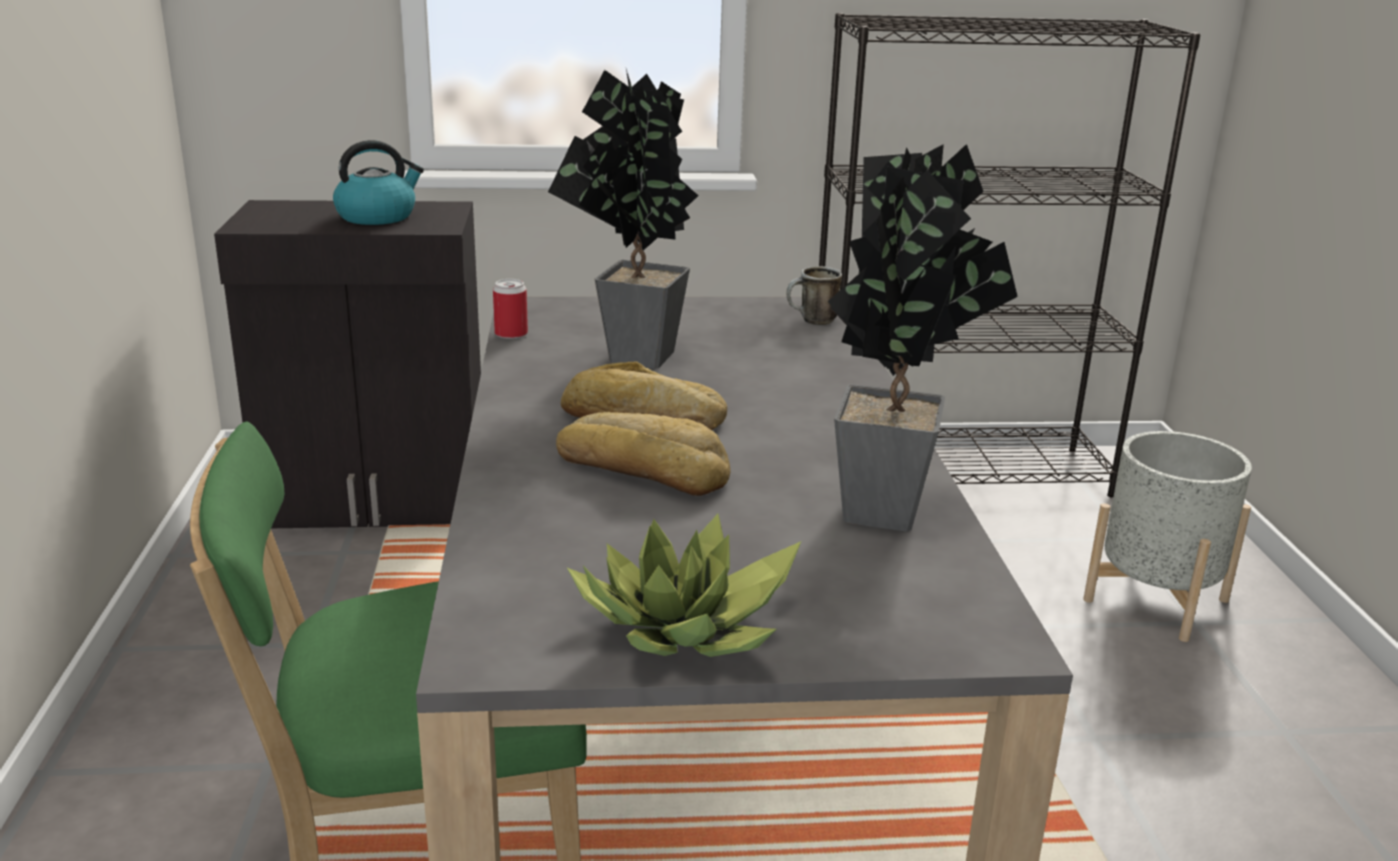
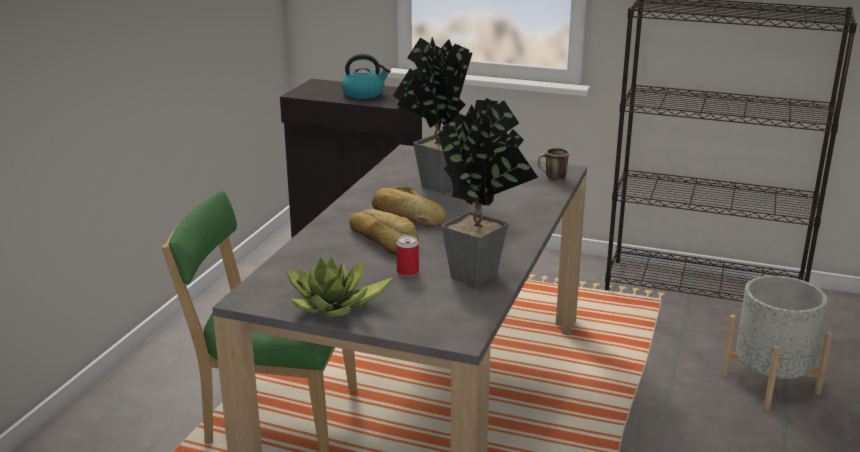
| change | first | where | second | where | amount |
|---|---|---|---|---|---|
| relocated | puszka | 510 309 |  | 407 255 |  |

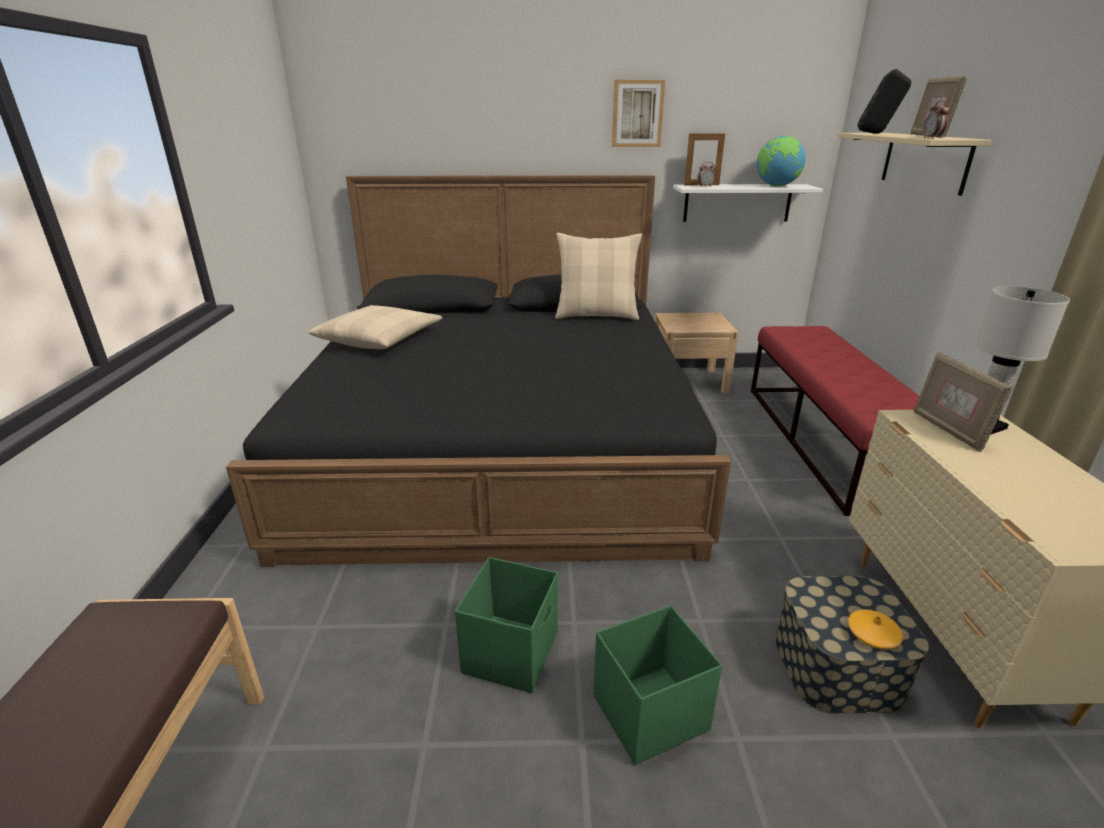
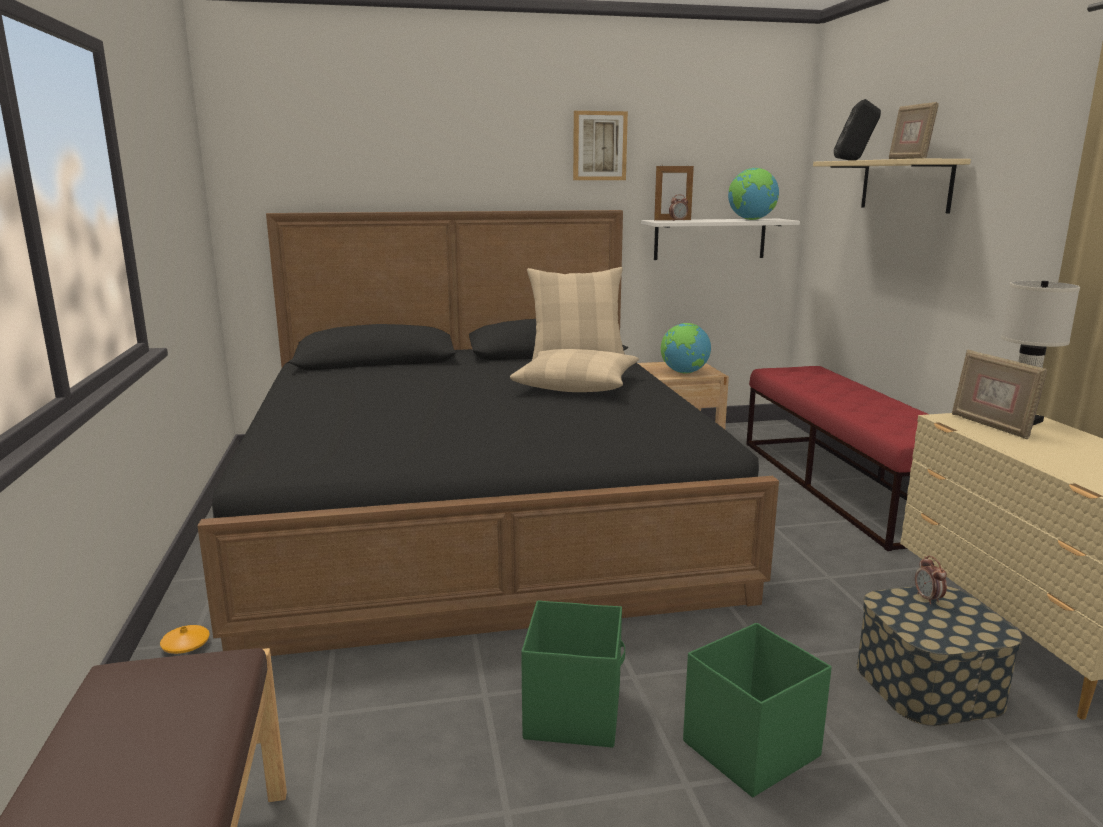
| change | first | where | second | where | amount |
|---|---|---|---|---|---|
| appeared |  |  | globus | 686 348 |  |
| relocated | poduszka/beżowy | 375 327 |  | 574 370 |  |
| relocated | wazon/pomarańczowy | 875 629 |  | 185 639 |  |
| relocated | budzik | 936 119 |  | 931 580 |  |

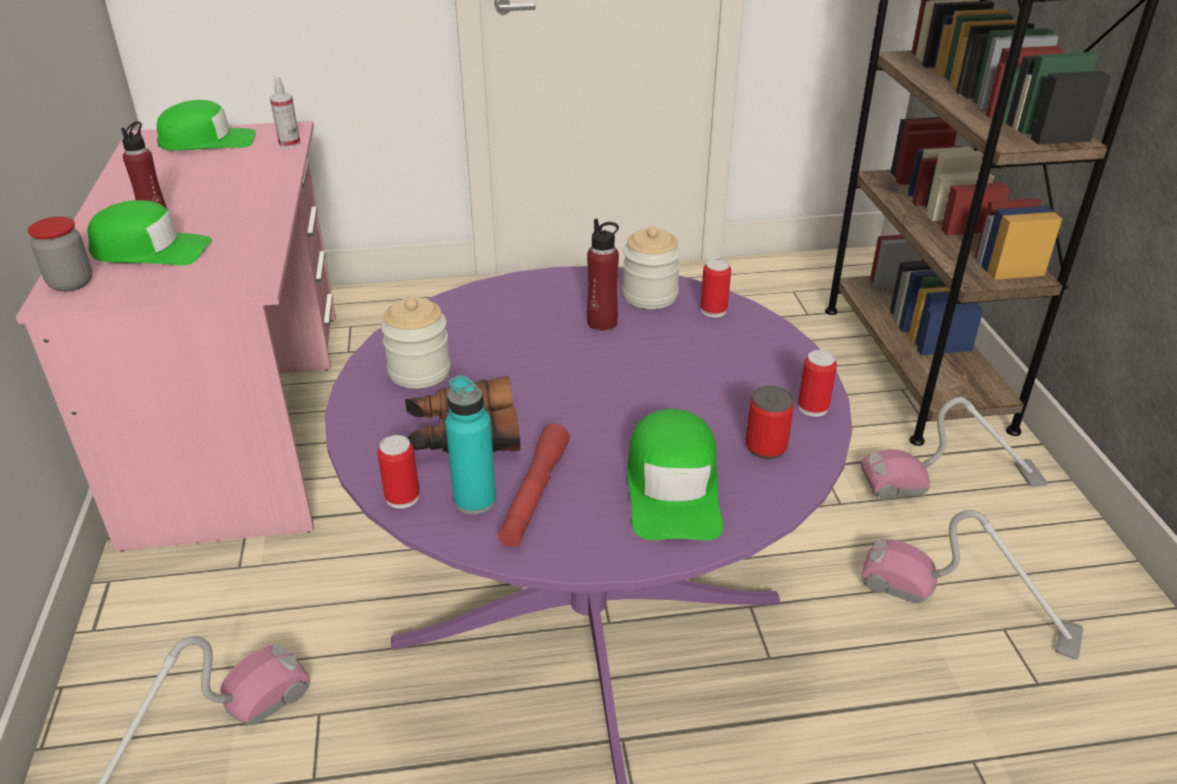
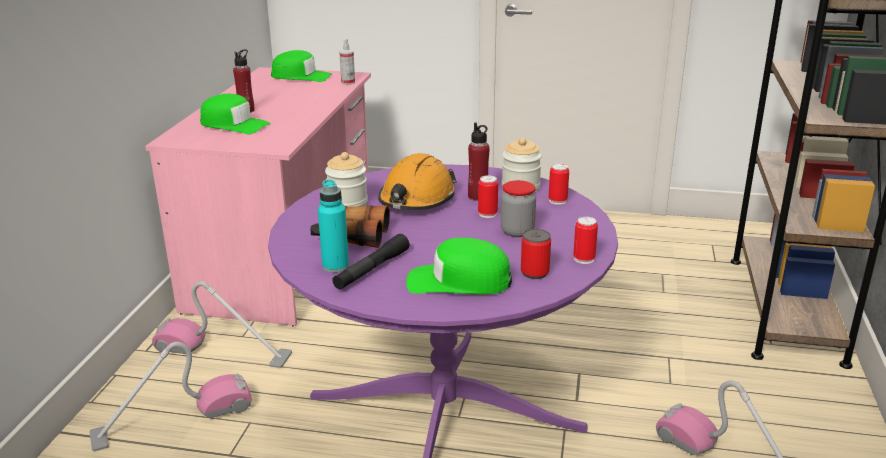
| change | first | where | second | where | amount |
|---|---|---|---|---|---|
| appeared |  |  | kask/pomarańczowy | 417 181 |  |
| relocated | słoik | 59 254 |  | 518 208 |  |
| relocated | puszka | 398 472 |  | 488 196 |  |
| relocated | odkurzacz | 954 448 |  | 222 324 |  |
| colour | latarka/czerwony | 534 485 | latarka/czarny | 371 262 |  |
| spun | czapka z daszkiem/zielony | 675 474 |  | 459 266 | 75 degrees clockwise |

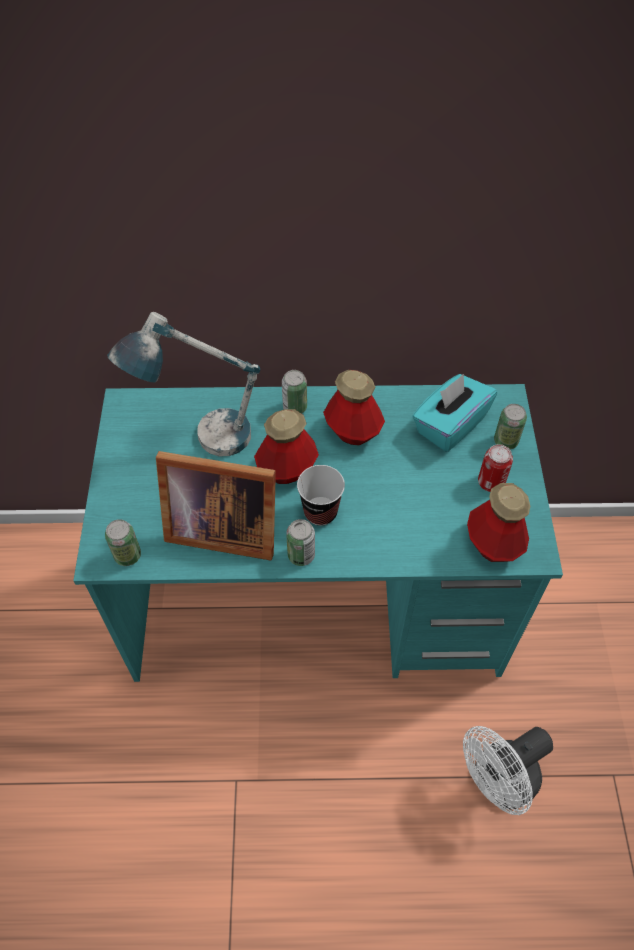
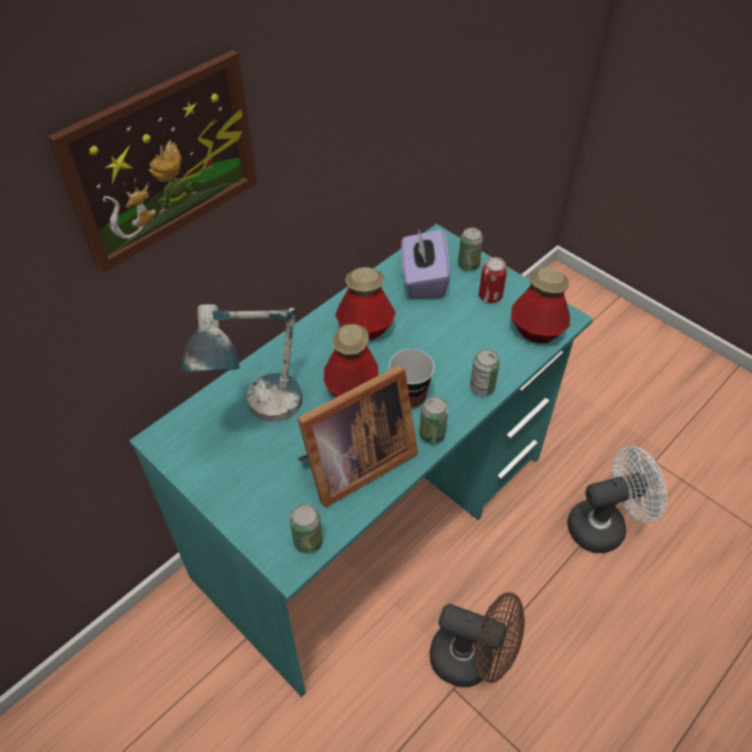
| change | first | where | second | where | amount |
|---|---|---|---|---|---|
| appeared |  |  | obraz | 152 162 |  |
| appeared |  |  | wentylator/brązowy | 477 639 |  |
| relocated | puszka | 294 392 |  | 485 372 |  |
| colour | pudełko chusteczek/turkusowy | 454 413 | pudełko chusteczek/fioletowy | 425 264 |  |
| spun | wentylator/biały | 508 770 |  | 617 499 | 120 degrees counterclockwise |

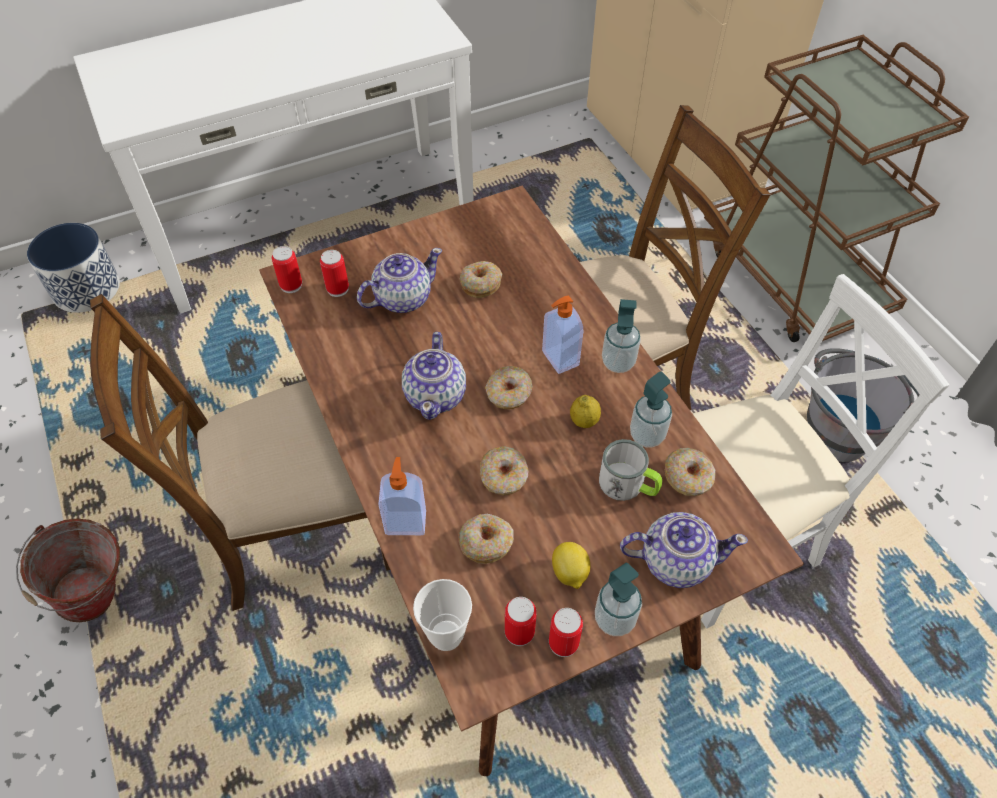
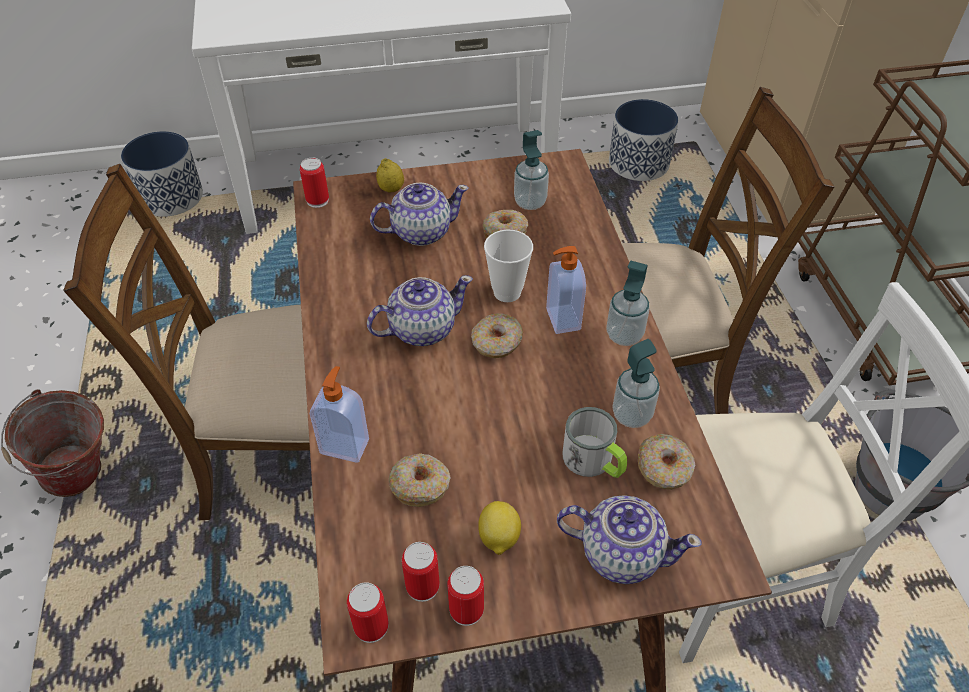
| change | first | where | second | where | amount |
|---|---|---|---|---|---|
| missing | donut | 504 471 |  |  |  |
| appeared |  |  | donica | 643 140 |  |
| relocated | puszka | 334 273 |  | 368 612 |  |
| relocated | filiżanka | 442 615 |  | 508 266 |  |
| relocated | cytryna | 585 411 |  | 390 175 |  |
| relocated | dozownik mydła | 618 599 |  | 531 170 |  |
| spun | imbryk | 434 376 |  | 420 310 | 135 degrees counterclockwise |

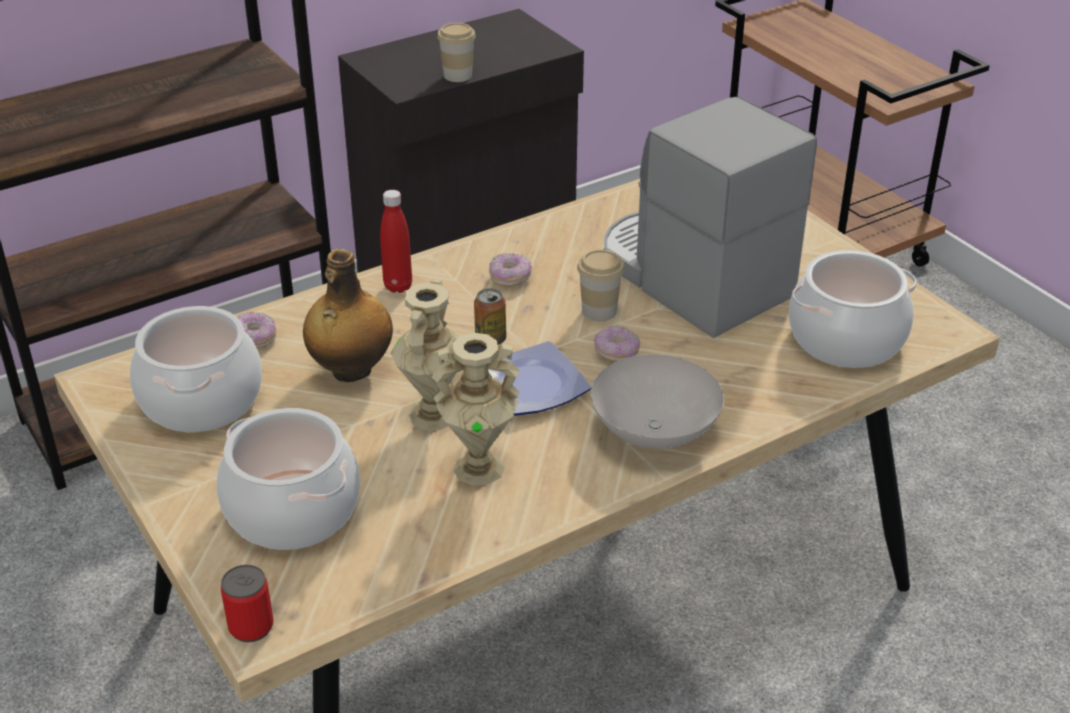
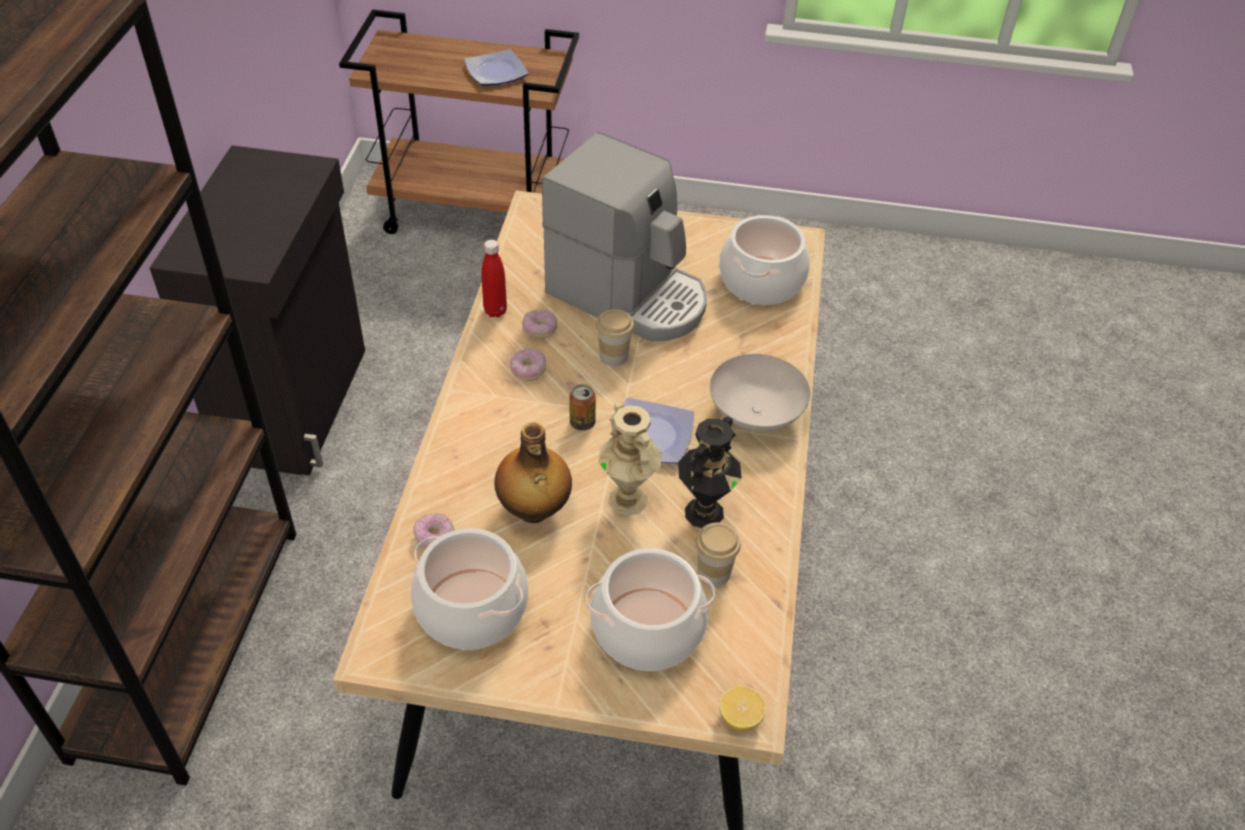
| change | first | where | second | where | amount |
|---|---|---|---|---|---|
| appeared |  |  | talerz | 496 67 |  |
| relocated | butelka/czerwony | 396 241 |  | 494 278 |  |
| relocated | filiżanka | 456 52 |  | 718 555 |  |
| relocated | donut | 617 343 |  | 539 324 |  |
| exchanged | puszka | 247 603 | cytryna | 742 708 |  |
| colour | wazon/beżowy | 476 409 | wazon/czarny | 710 472 |  |
| spun | ekspres do kawy | 710 217 |  | 624 237 | 150 degrees counterclockwise |

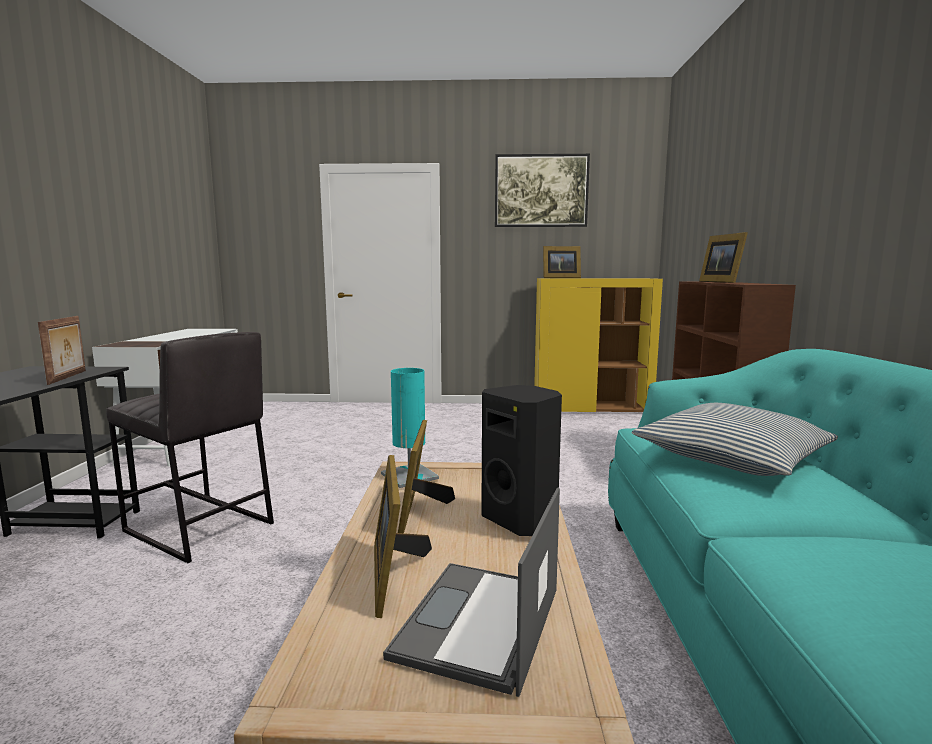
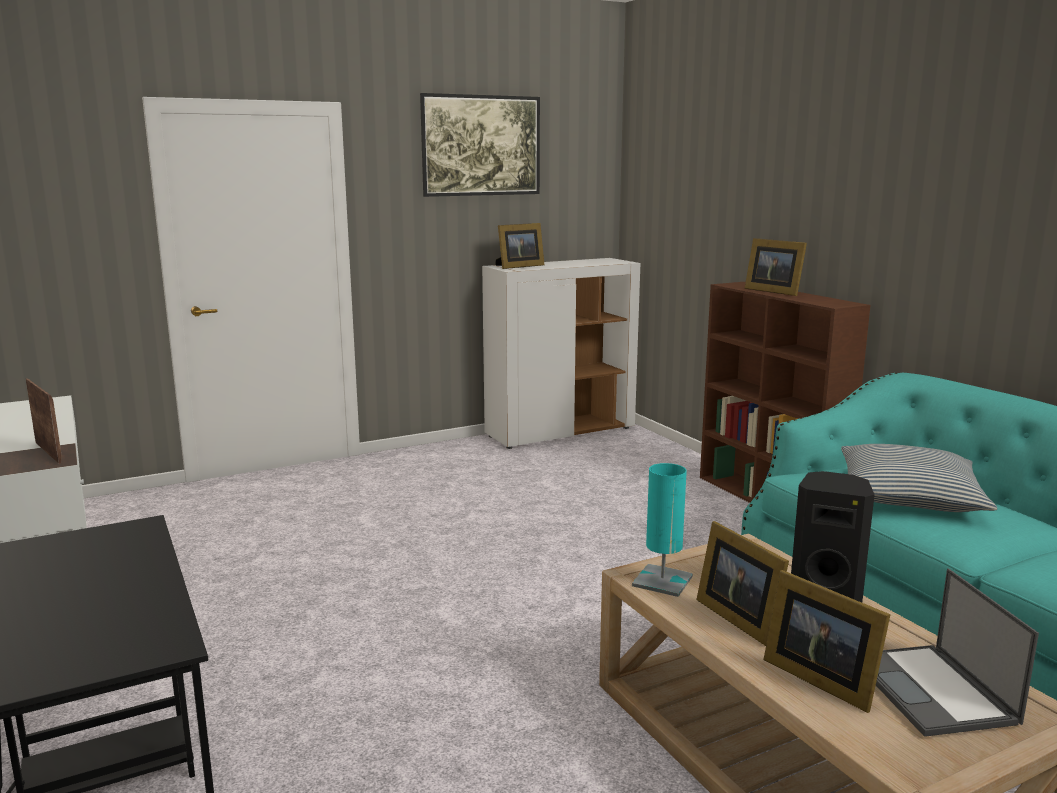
| change | first | where | second | where | amount |
|---|---|---|---|---|---|
| missing | stołek/szary | 190 447 |  |  |  |
| relocated | ramka na zdjęcie | 62 350 |  | 43 421 |  |
| colour | szafka/żółty | 598 345 | szafka/biały | 561 353 |  |

